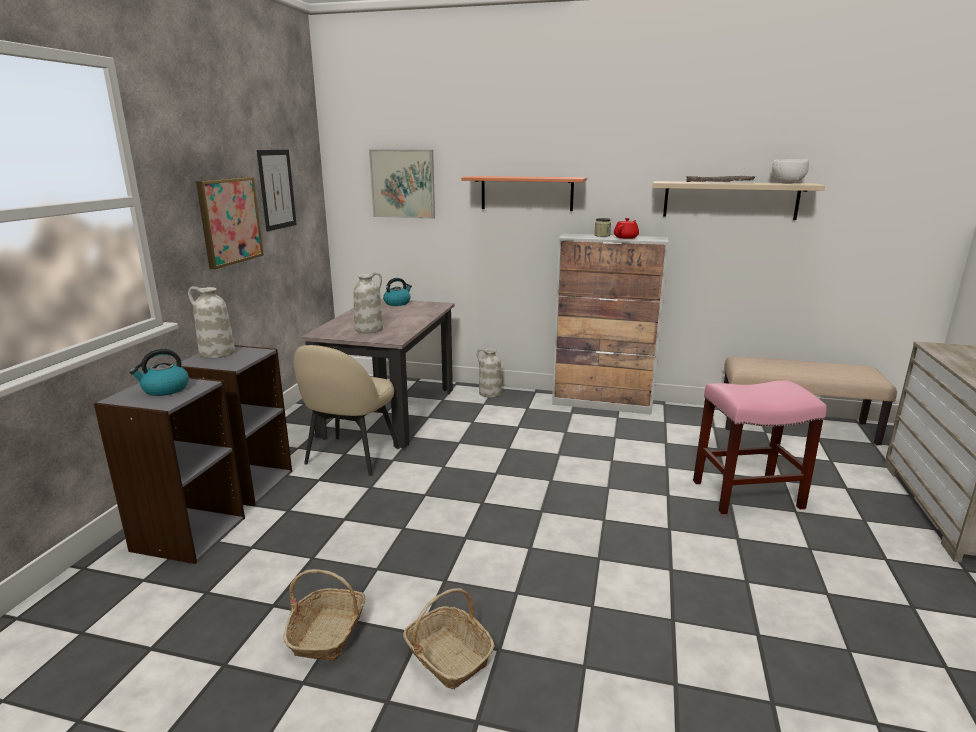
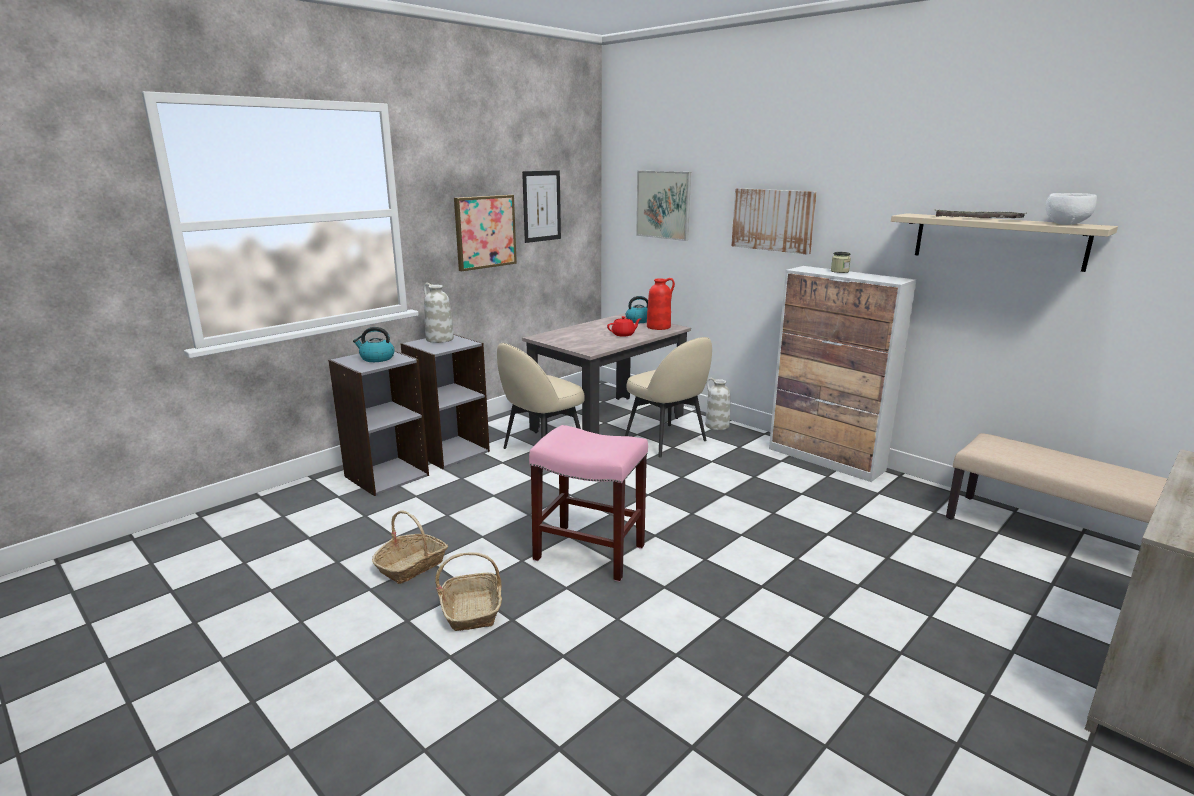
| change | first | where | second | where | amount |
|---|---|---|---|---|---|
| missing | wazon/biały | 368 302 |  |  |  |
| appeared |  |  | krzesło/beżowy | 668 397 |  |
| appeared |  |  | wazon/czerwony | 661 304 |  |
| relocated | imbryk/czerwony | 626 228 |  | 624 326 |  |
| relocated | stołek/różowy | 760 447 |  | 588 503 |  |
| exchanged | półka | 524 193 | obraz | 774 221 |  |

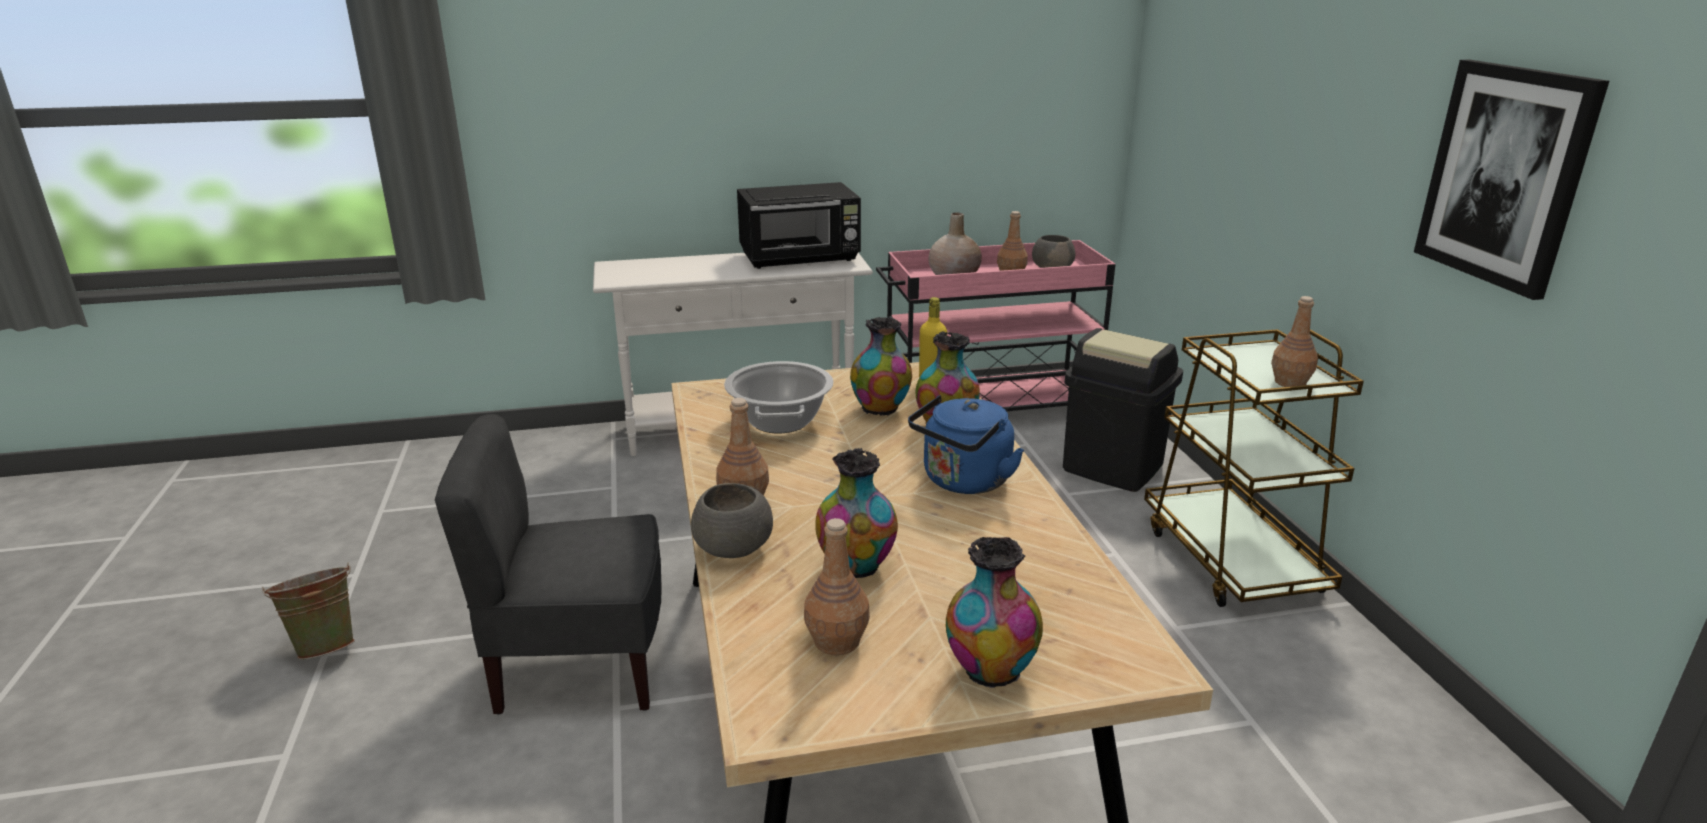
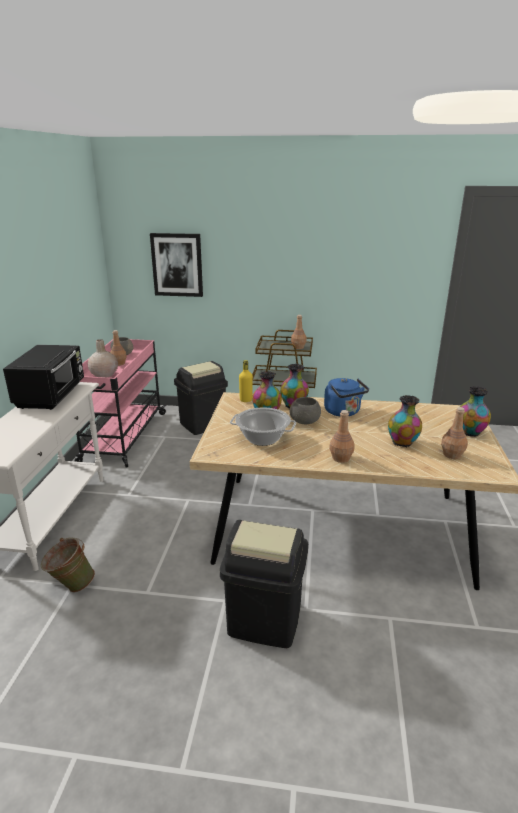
| change | first | where | second | where | amount |
|---|---|---|---|---|---|
| relocated | wiadro/zielony | 308 611 |  | 68 565 |  |
| relocated | miska/szary | 732 520 |  | 305 410 |  |
| relocated | obraz | 1511 180 |  | 176 265 |  |
| exchanged | krzesło/szary | 548 564 | kosz na śmieci/czarny | 264 584 |  |

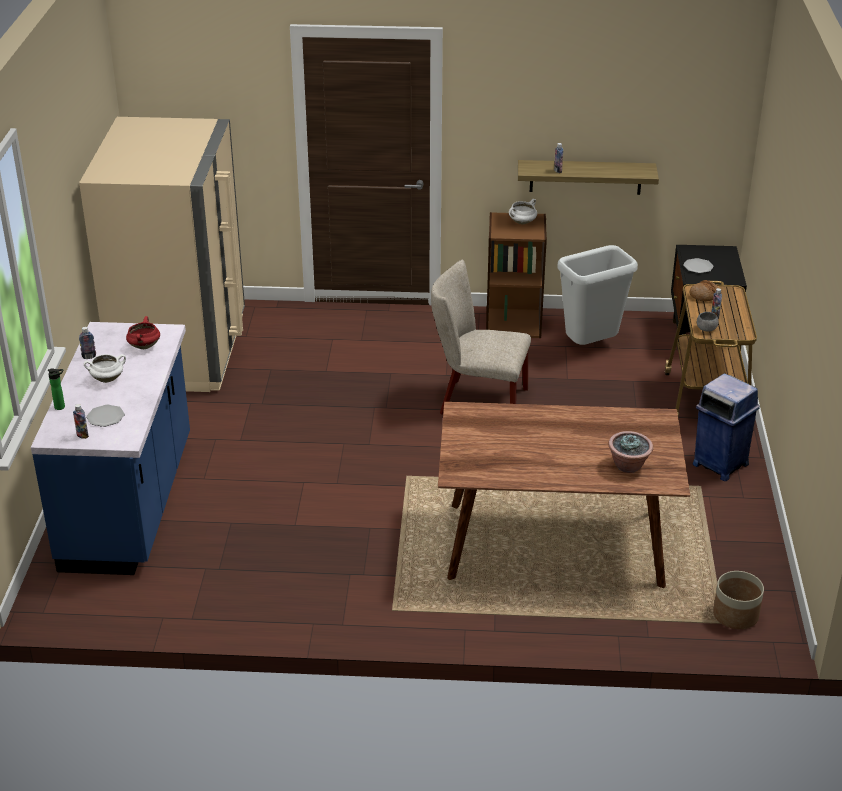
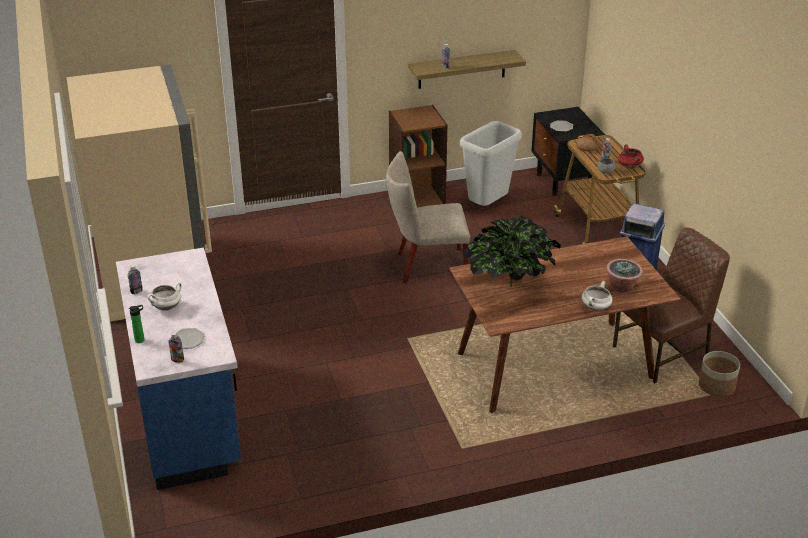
| change | first | where | second | where | amount |
|---|---|---|---|---|---|
| appeared |  |  | roślina doniczkowa | 512 251 |  |
| appeared |  |  | krzesło/brązowy | 671 306 |  |
| relocated | garnek/czerwony | 143 332 |  | 631 156 |  |
| relocated | garnek/biały | 523 211 |  | 596 296 |  |

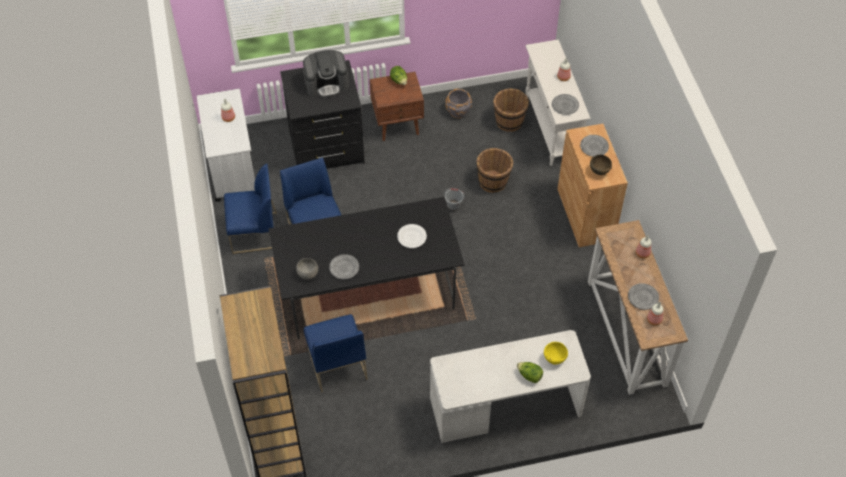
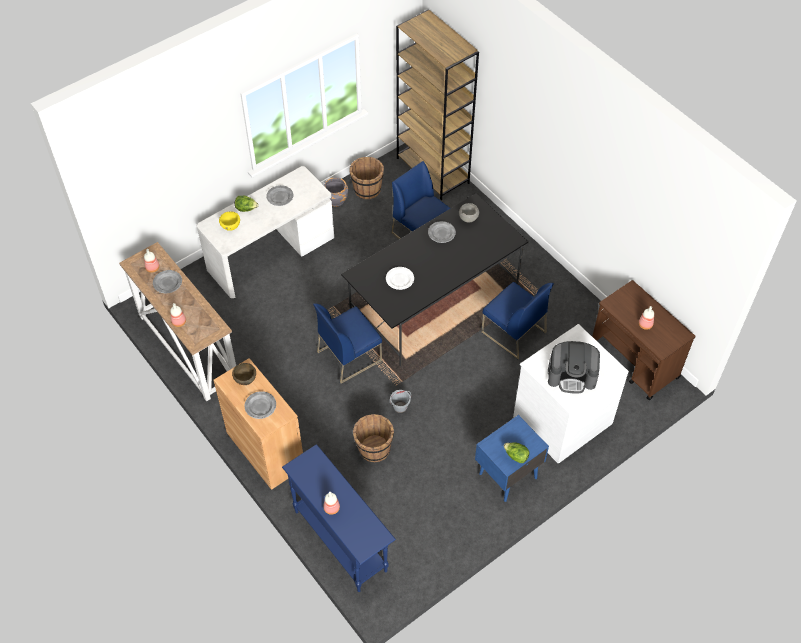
| change | first | where | second | where | amount |
|---|---|---|---|---|---|
| relocated | krzesło/niebieski | 250 209 |  | 347 343 |  |
| relocated | donica/szary | 458 103 |  | 336 192 |  |
| relocated | wiadro/brązowy | 511 110 |  | 366 178 |  |
| relocated | talerz/szary | 565 104 |  | 279 195 |  |
| colour | wózek/biały | 226 145 | wózek/brązowy | 644 340 |  |
| colour | komoda/czarny | 322 114 | komoda/biały | 571 394 |  |
| colour | szafka nocna/brązowy | 397 106 | szafka nocna/niebieski | 512 458 |  |
| colour | stolik konsolowy/biały | 558 102 | stolik konsolowy/niebieski | 339 518 |  |
| spun | ekspres do kawy | 326 73 |  | 574 367 | 135 degrees counterclockwise |

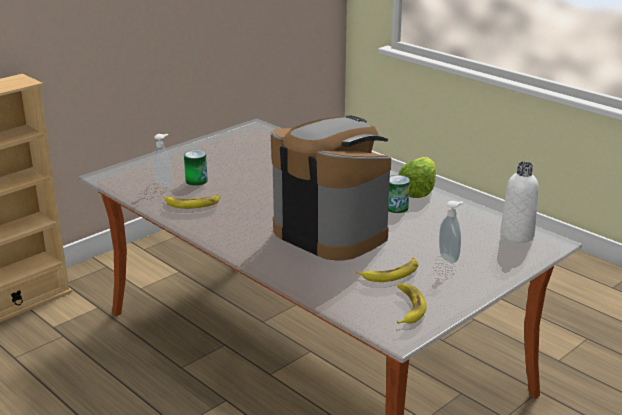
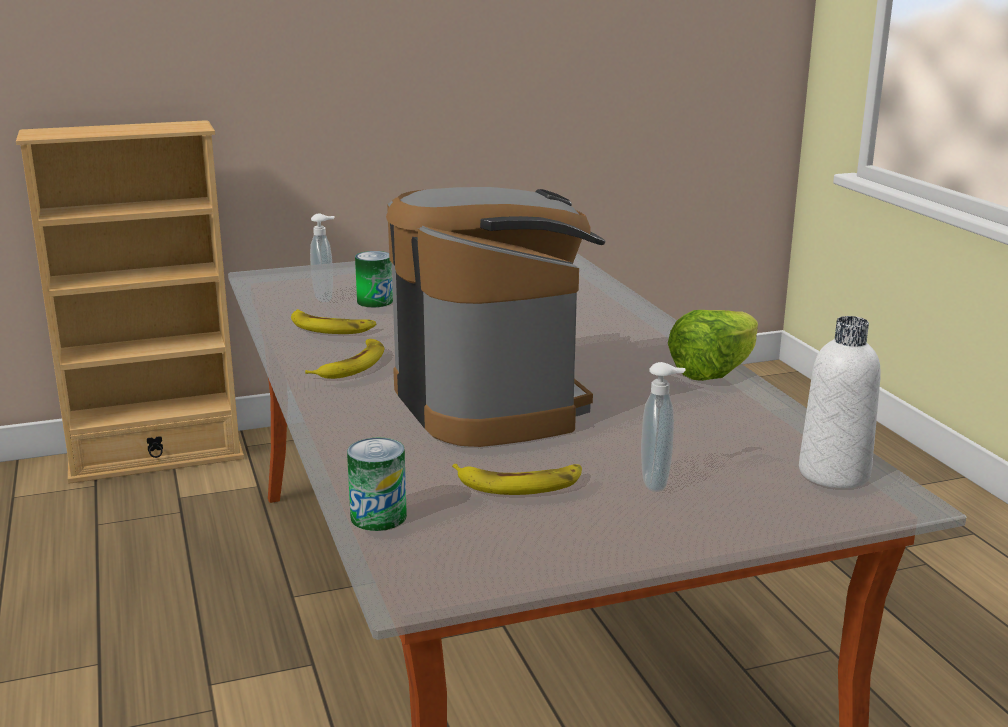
| change | first | where | second | where | amount |
|---|---|---|---|---|---|
| relocated | puszka | 399 194 |  | 377 484 |  |
| relocated | banan | 411 303 |  | 345 359 |  |

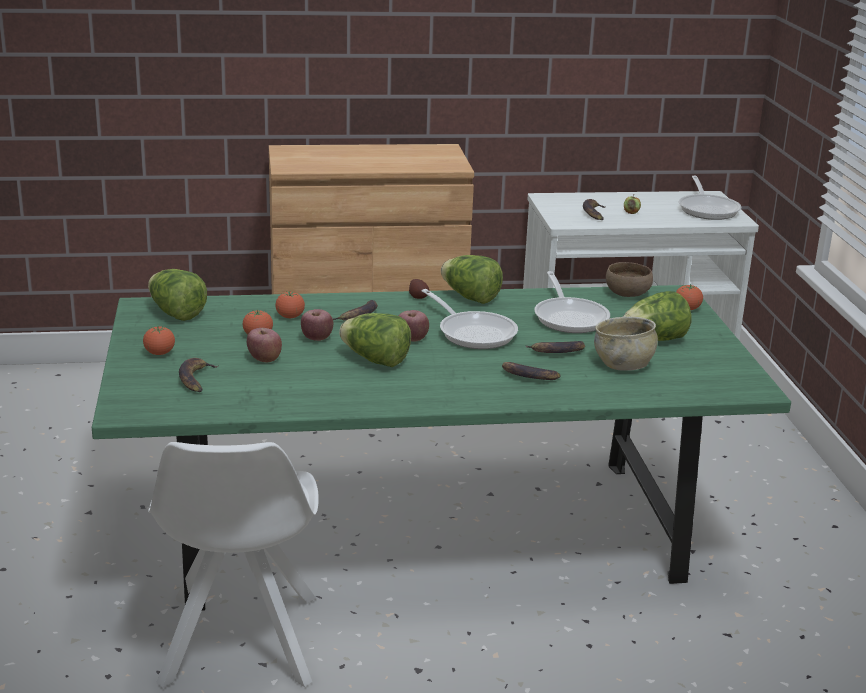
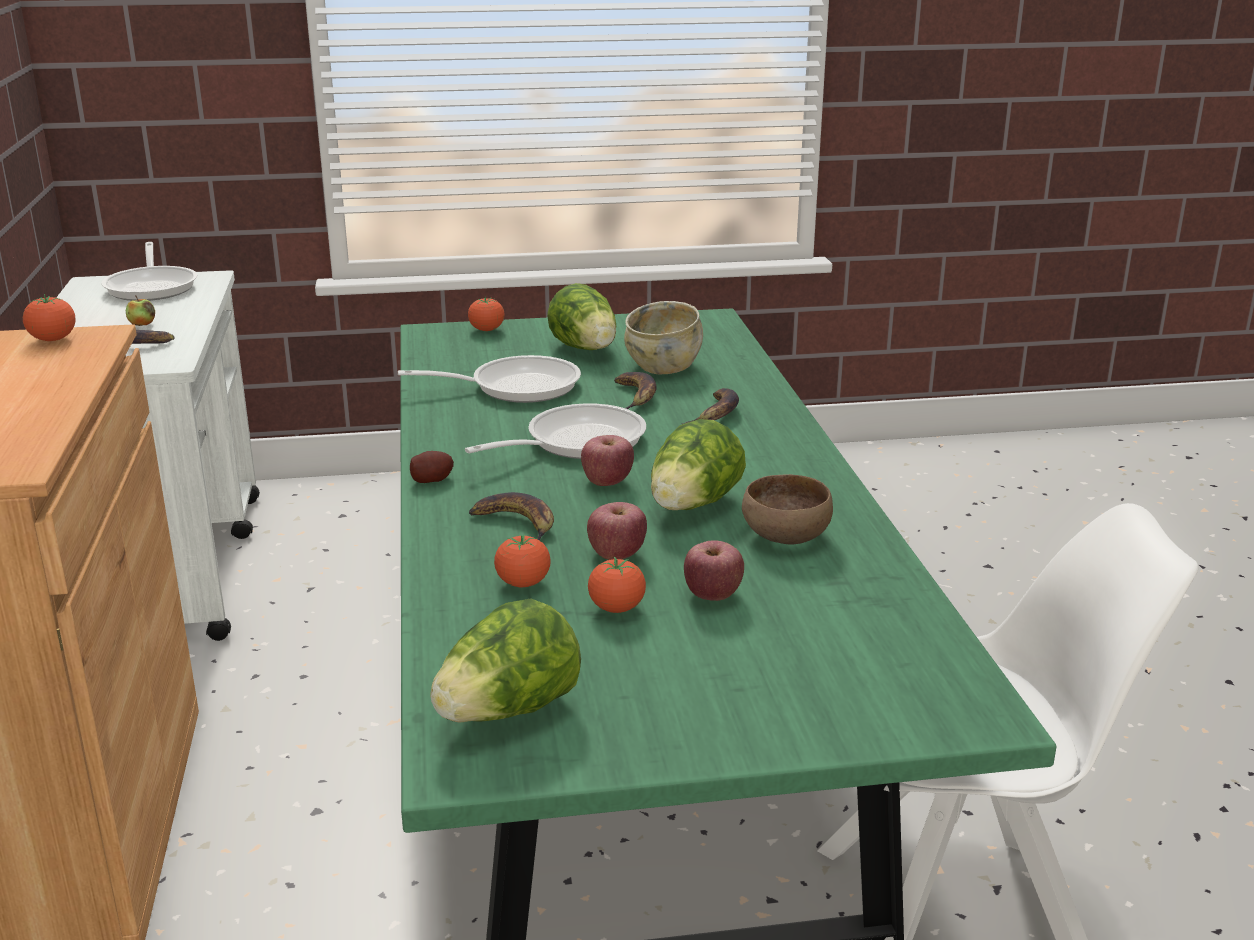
| change | first | where | second | where | amount |
|---|---|---|---|---|---|
| missing | banan | 199 375 |  |  |  |
| missing | sałata | 472 279 |  |  |  |
| relocated | pomidor | 159 340 |  | 49 317 |  |
| relocated | miska/brązowy | 629 279 |  | 787 509 |  |
| spun | patelnia | 710 197 |  | 149 271 | 75 degrees clockwise |

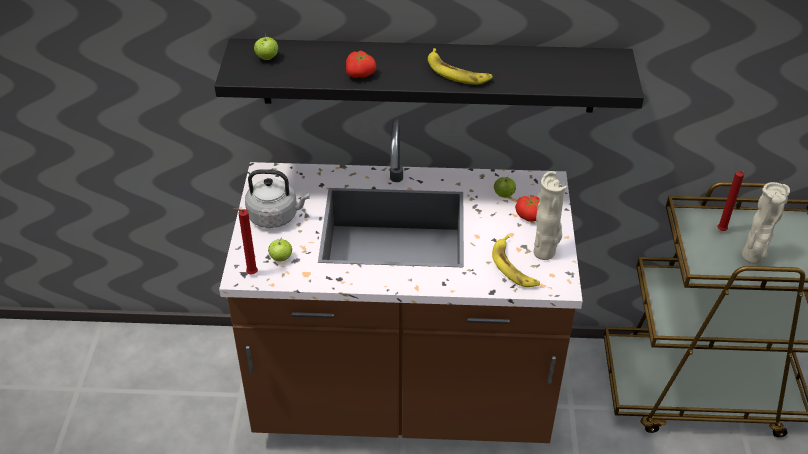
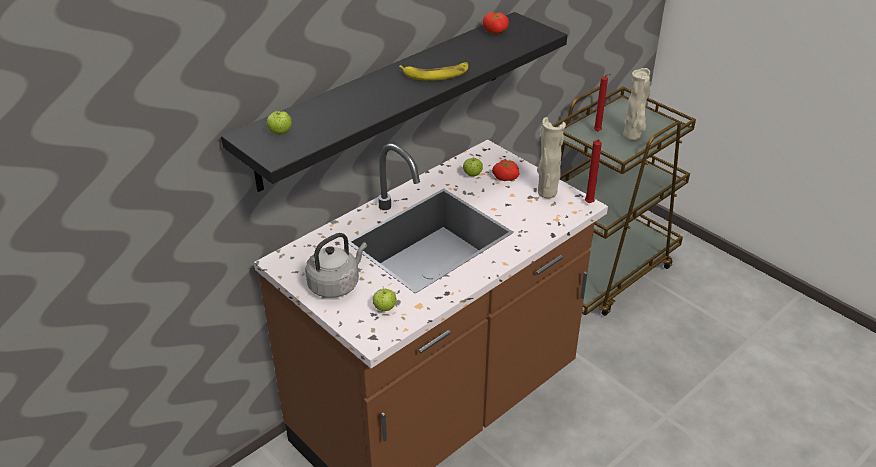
| change | first | where | second | where | amount |
|---|---|---|---|---|---|
| missing | banan | 516 261 |  |  |  |
| relocated | świeca/czerwony | 245 241 |  | 593 171 |  |
| relocated | pomidor | 361 64 |  | 496 23 |  |

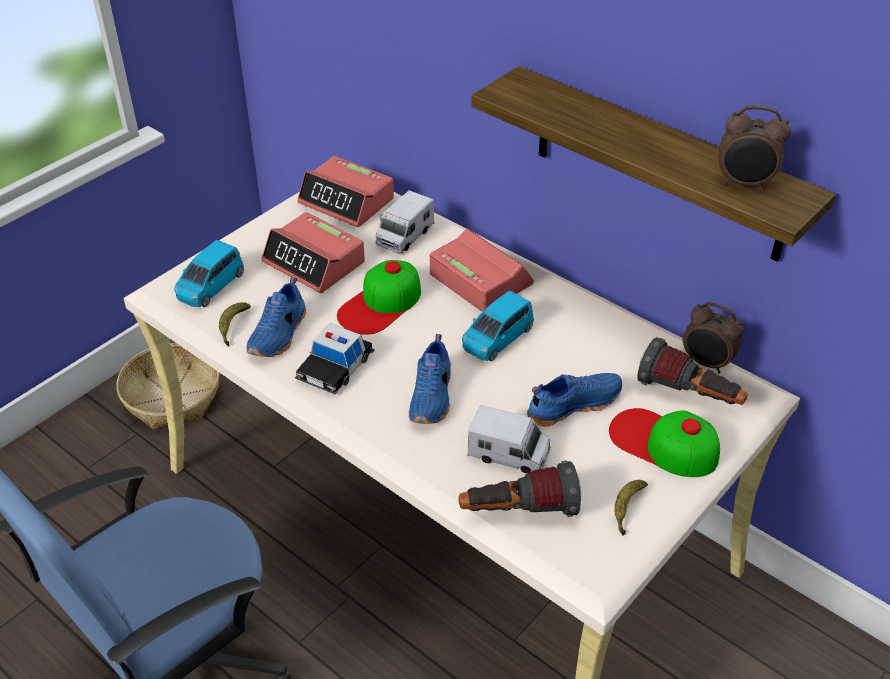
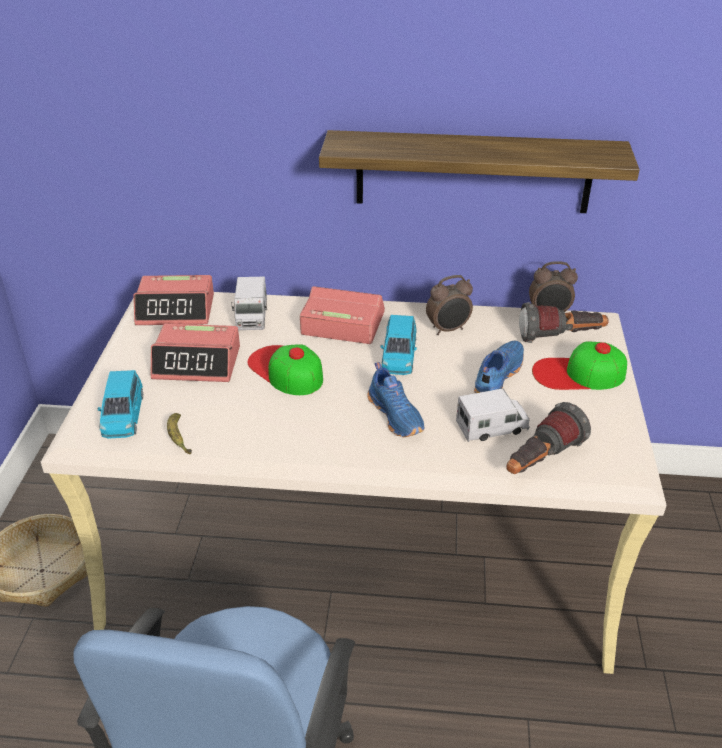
| change | first | where | second | where | amount |
|---|---|---|---|---|---|
| missing | but/niebieski | 276 317 |  |  |  |
| missing | samochodzik | 335 359 |  |  |  |
| missing | banan | 631 508 |  |  |  |
| relocated | budzik | 754 148 |  | 449 305 |  |
| spun | czapka z daszkiem | 379 297 |  | 285 369 | 135 degrees clockwise |

